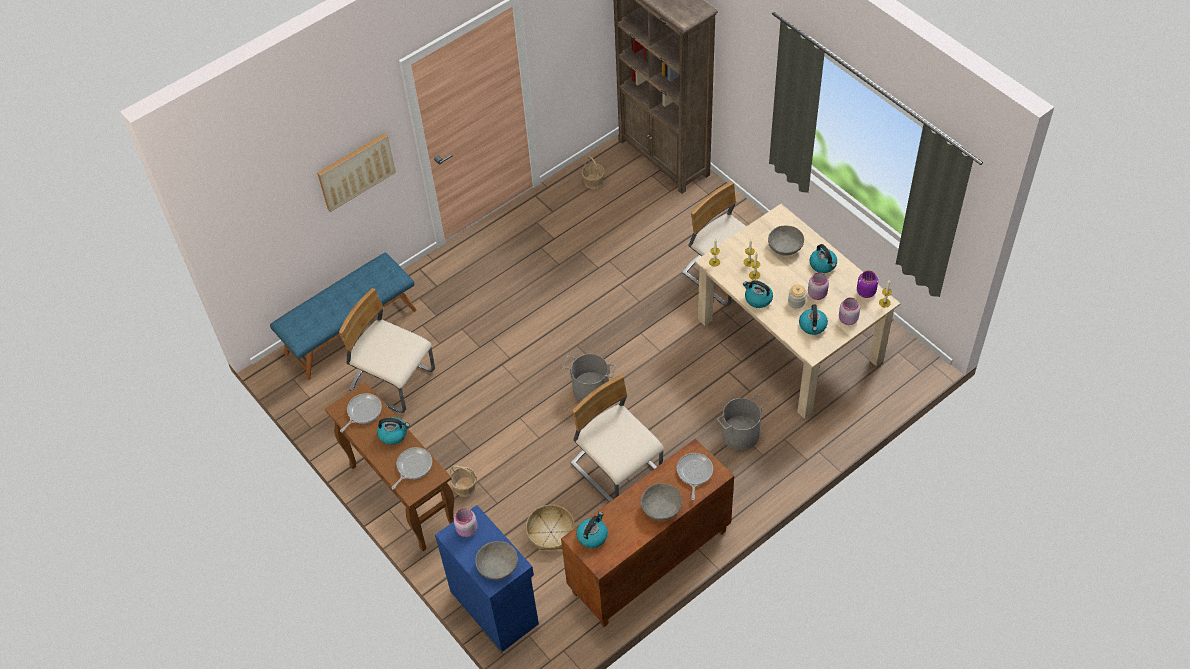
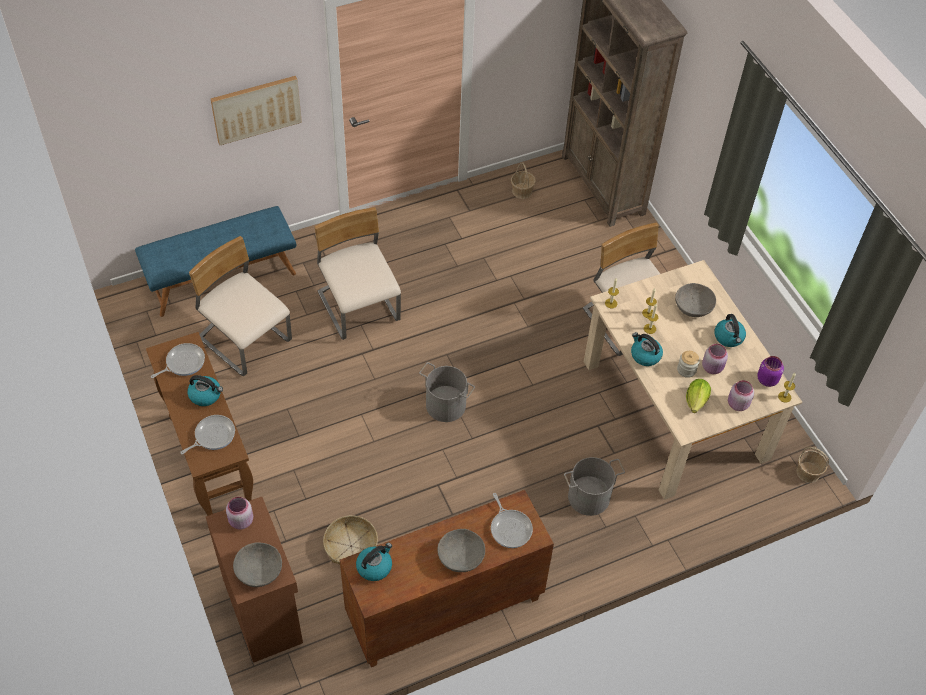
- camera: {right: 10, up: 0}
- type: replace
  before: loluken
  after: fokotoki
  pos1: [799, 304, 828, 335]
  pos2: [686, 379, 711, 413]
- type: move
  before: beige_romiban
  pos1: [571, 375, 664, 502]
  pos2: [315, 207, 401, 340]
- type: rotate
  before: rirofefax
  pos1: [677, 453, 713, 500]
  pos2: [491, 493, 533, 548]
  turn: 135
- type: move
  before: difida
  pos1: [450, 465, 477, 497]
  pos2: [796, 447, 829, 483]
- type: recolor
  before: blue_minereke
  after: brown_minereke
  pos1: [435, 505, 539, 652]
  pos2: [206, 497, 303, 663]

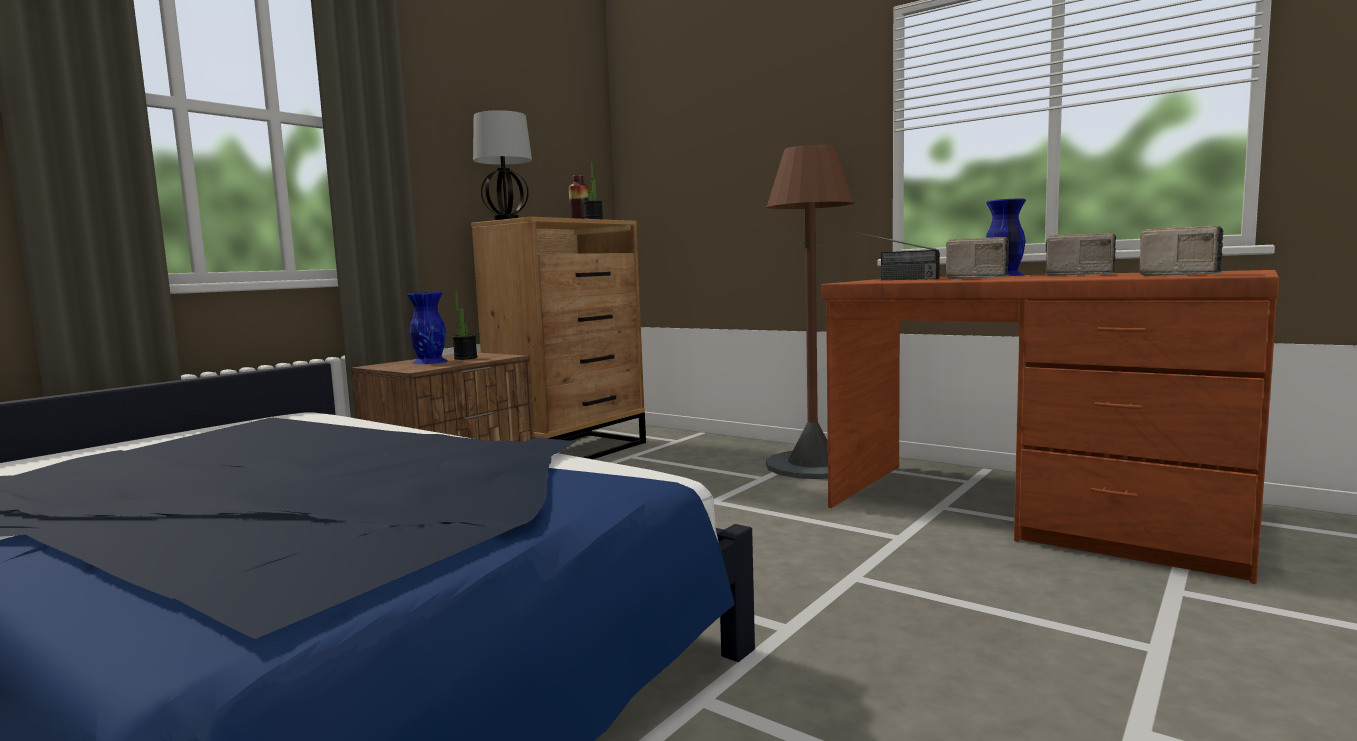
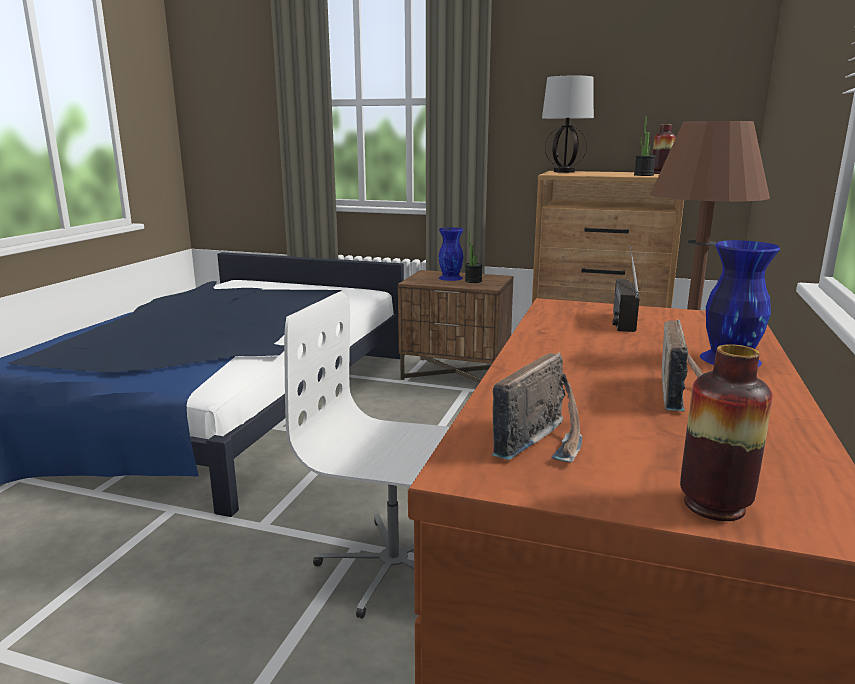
- camera: {right: 70, up: 10}
- type: delete
  before: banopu
  pos1: [946, 237, 1010, 279]
- type: insert
  after: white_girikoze
  pos2: [284, 292, 450, 619]
- type: insert
  after: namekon
  pos2: [680, 344, 773, 521]

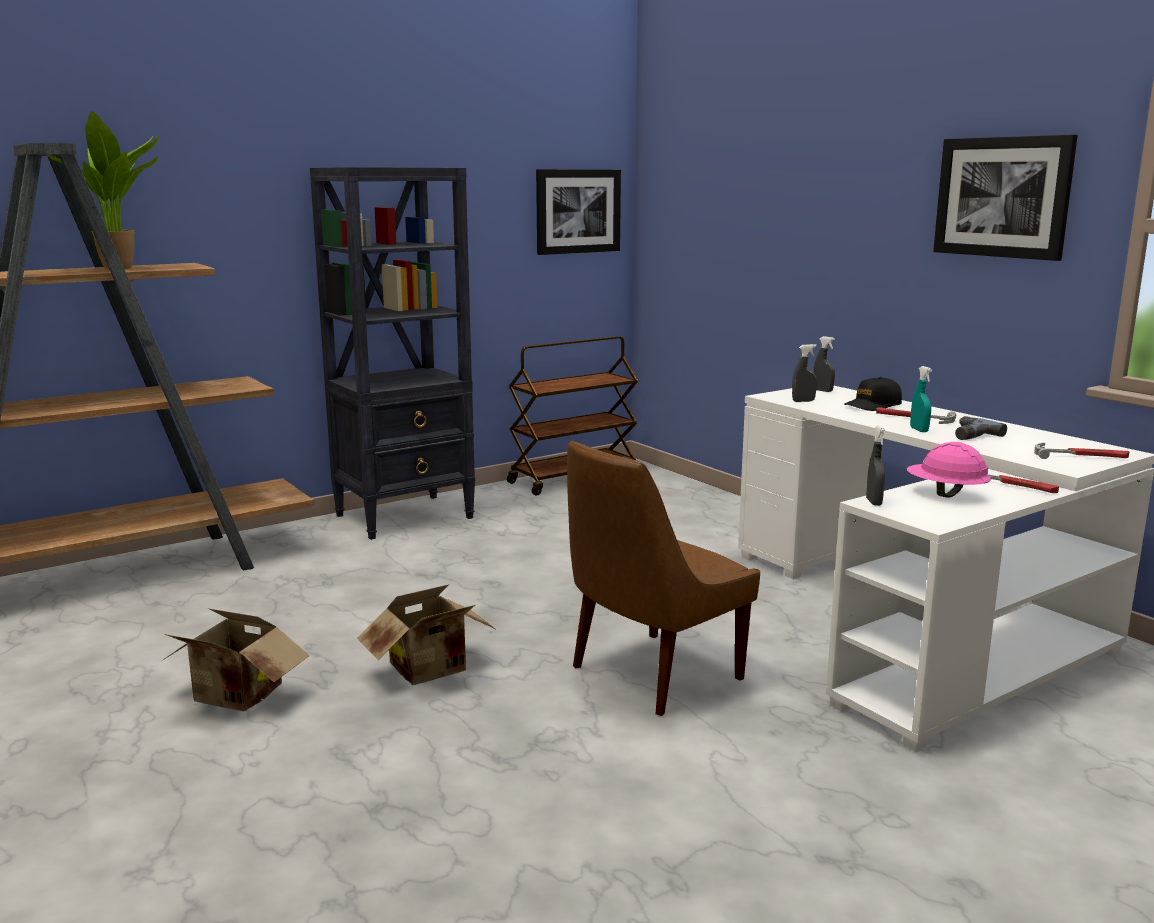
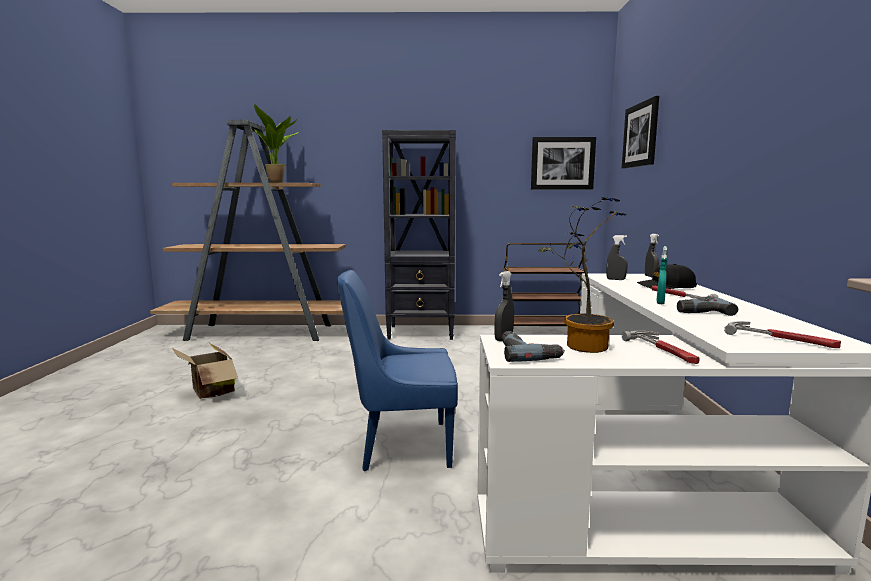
- camera: {right: 35, up: -5}
- type: move
  before: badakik
  pos1: [933, 135, 1078, 261]
  pos2: [622, 96, 659, 169]
- type: recolor
  before: brown_romiban
  after: blue_romiban
  pos1: [567, 441, 760, 716]
  pos2: [337, 270, 458, 471]
- type: replace
  before: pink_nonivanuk
  after: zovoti
  pos1: [907, 442, 991, 498]
  pos2: [538, 197, 626, 353]
- type: delete
  before: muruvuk
  pos1: [357, 584, 495, 685]
- type: insert
  after: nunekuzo
  pos2: [502, 331, 565, 362]

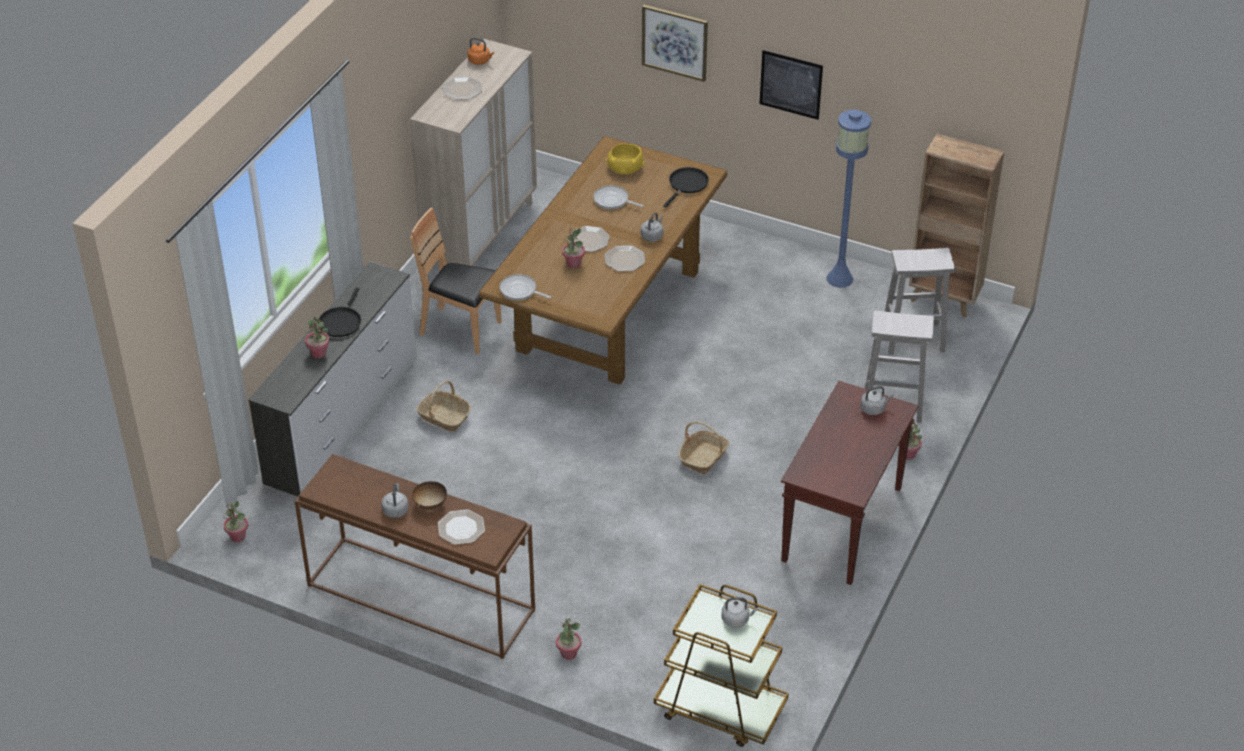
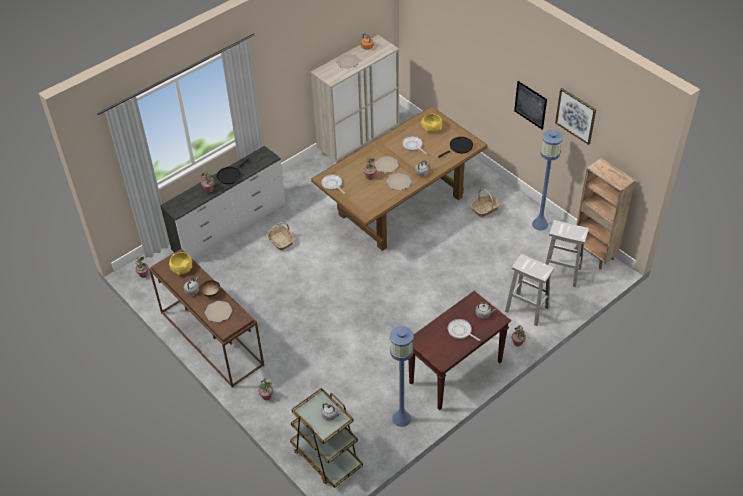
- camera: {right: 25, up: 5}
- type: move
  before: badakik
  pos1: [642, 5, 708, 82]
  pos2: [555, 88, 596, 145]
- type: delete
  before: brown_romiban
  pos1: [410, 208, 501, 354]
- type: move
  before: difida
  pos1: [678, 421, 729, 474]
  pos2: [471, 189, 501, 218]
- type: insert
  after: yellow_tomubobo
  pos2: [169, 252, 192, 275]
- type: insert
  after: rirofefax
  pos2: [448, 319, 480, 341]
- type: insert
  after: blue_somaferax
  pos2: [390, 326, 414, 427]

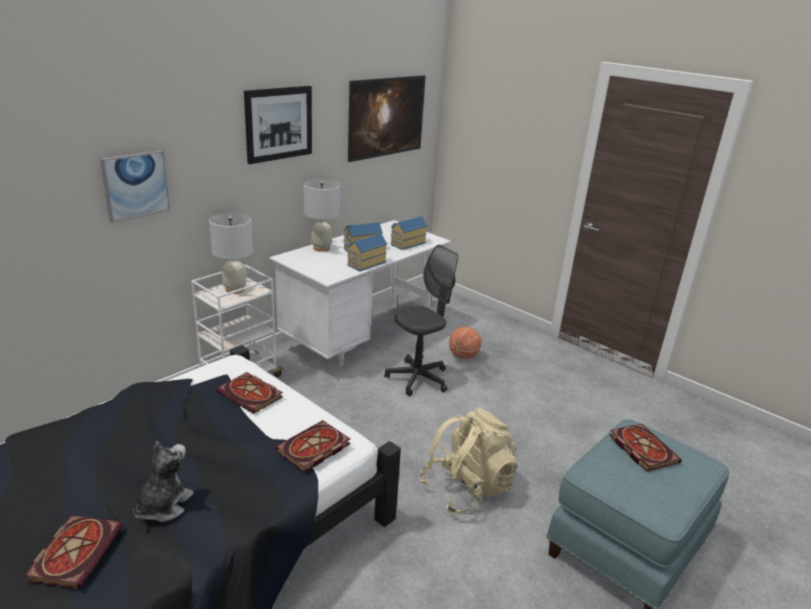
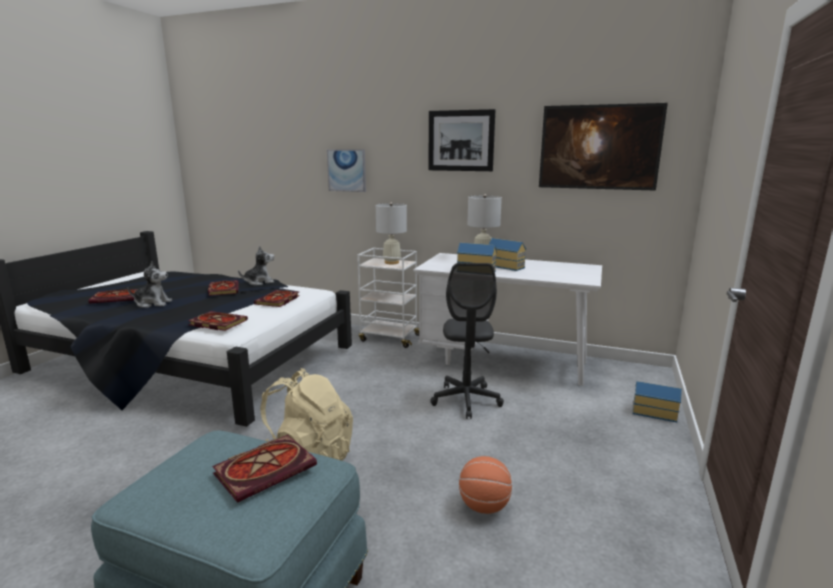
- camera: {right: 70, up: -10}
- type: move
  before: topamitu
  pos1: [390, 216, 427, 250]
  pos2: [632, 381, 682, 422]
- type: rotate
  before: grey_girikoze
  pos1: [384, 245, 458, 397]
  pos2: [430, 263, 504, 419]
  turn: 60
- type: move
  before: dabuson
  pos1: [449, 327, 481, 359]
  pos2: [459, 456, 512, 514]
- type: insert
  after: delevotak
  pos2: [238, 246, 274, 285]
- type: insert
  after: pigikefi
  pos2: [208, 280, 239, 296]

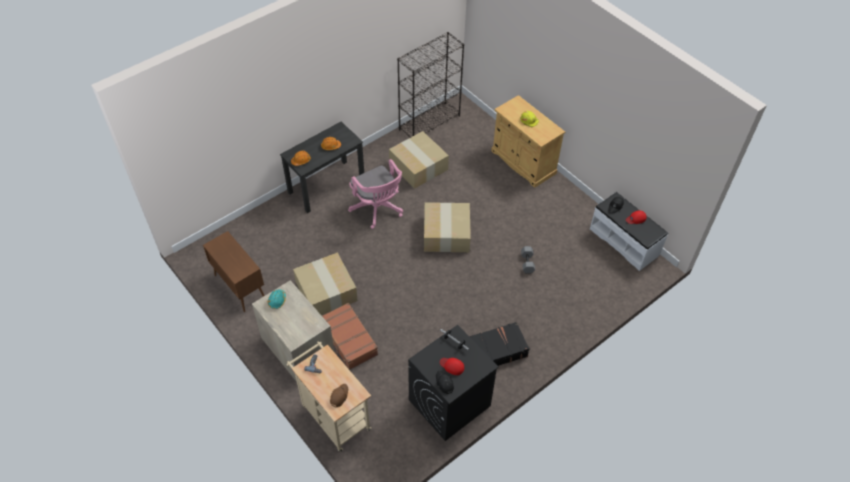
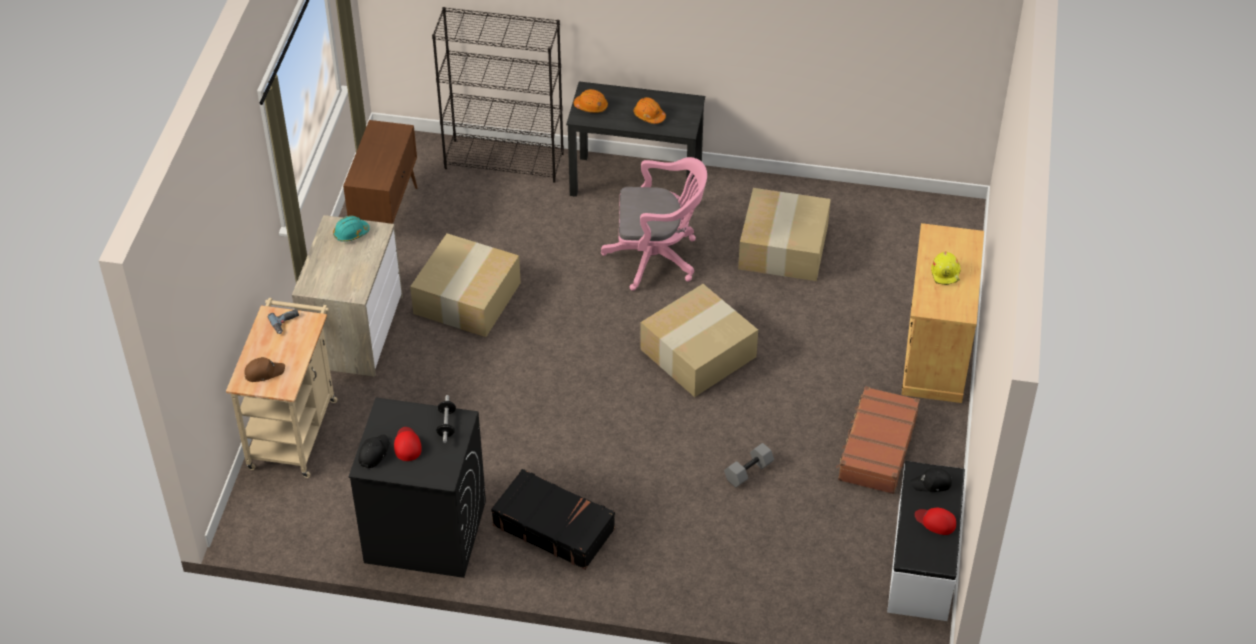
- camera: {right: 50, up: -5}
- type: move
  before: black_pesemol
  pos1: [397, 32, 464, 137]
  pos2: [432, 7, 564, 183]
- type: rotate
  before: pink_girikoze
  pos1: [348, 159, 403, 229]
  pos2: [601, 157, 707, 291]
  turn: -105
- type: move
  before: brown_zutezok
  pos1: [322, 303, 378, 370]
  pos2: [836, 386, 920, 494]

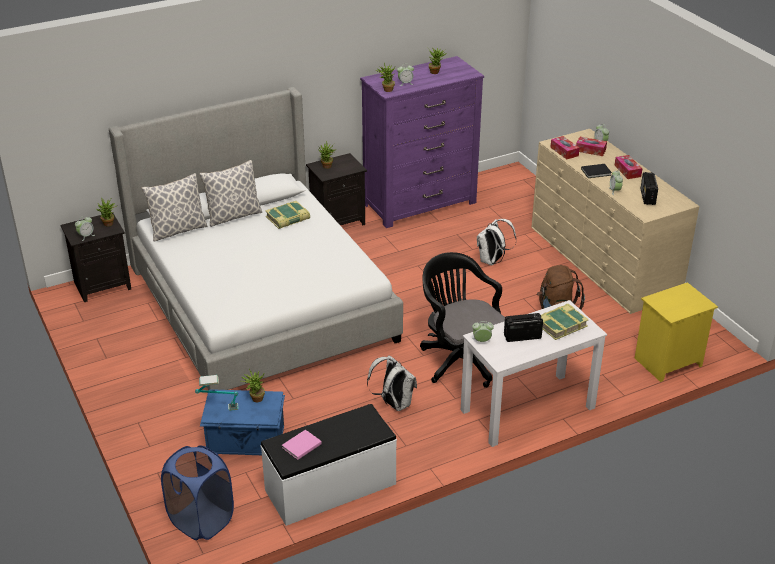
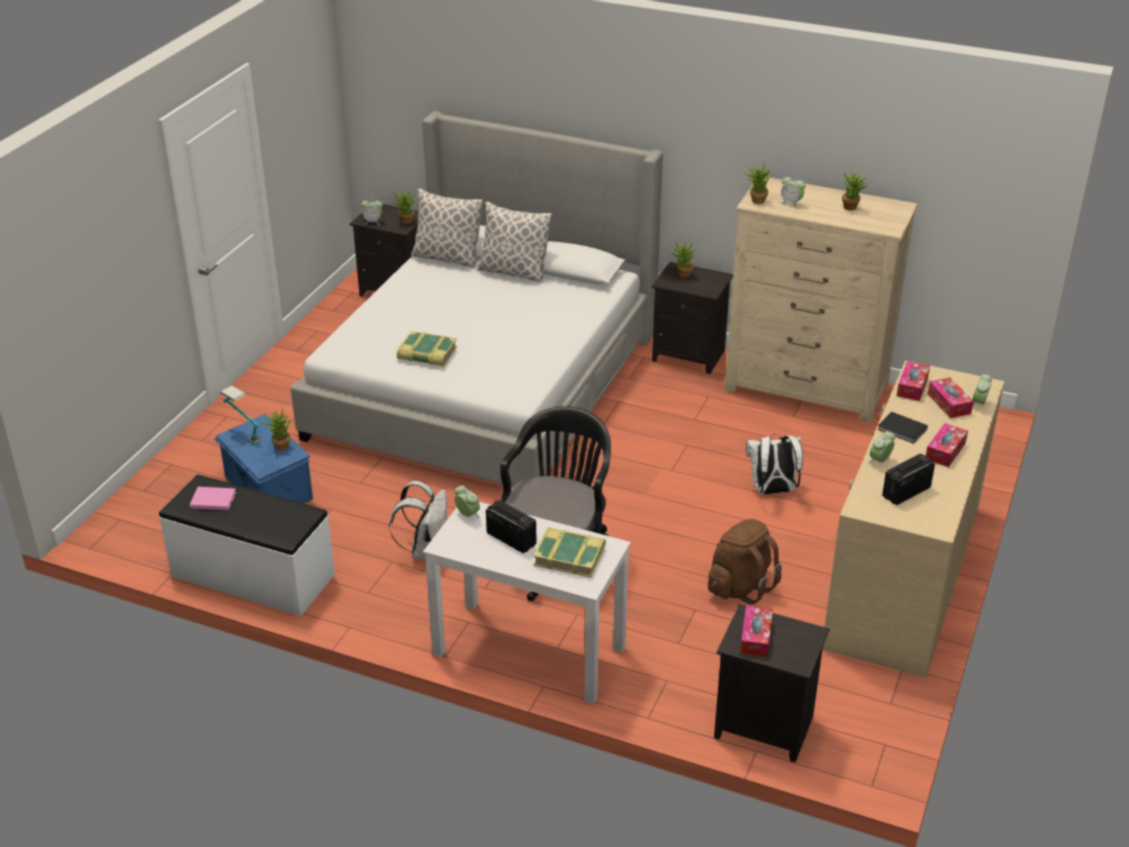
- camera: {right: 50, up: 0}
- type: recolor
  before: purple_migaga
  after: beige_migaga
  pos1: [360, 56, 484, 228]
  pos2: [725, 177, 918, 423]
- type: move
  before: pigikefi
  pos1: [265, 201, 310, 229]
  pos2: [397, 331, 457, 367]
- type: recolor
  before: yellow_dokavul
  after: black_dokavul
  pos1: [635, 282, 718, 382]
  pos2: [714, 604, 829, 763]
- type: delete
  before: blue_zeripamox
  pos1: [161, 445, 234, 540]
- type: insert
  after: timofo
  pos2: [740, 606, 773, 657]

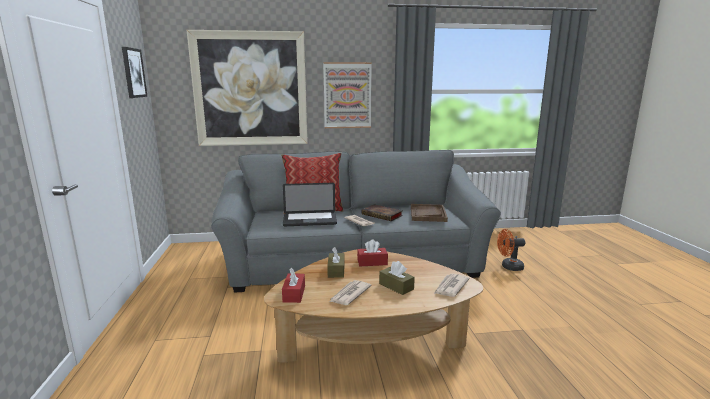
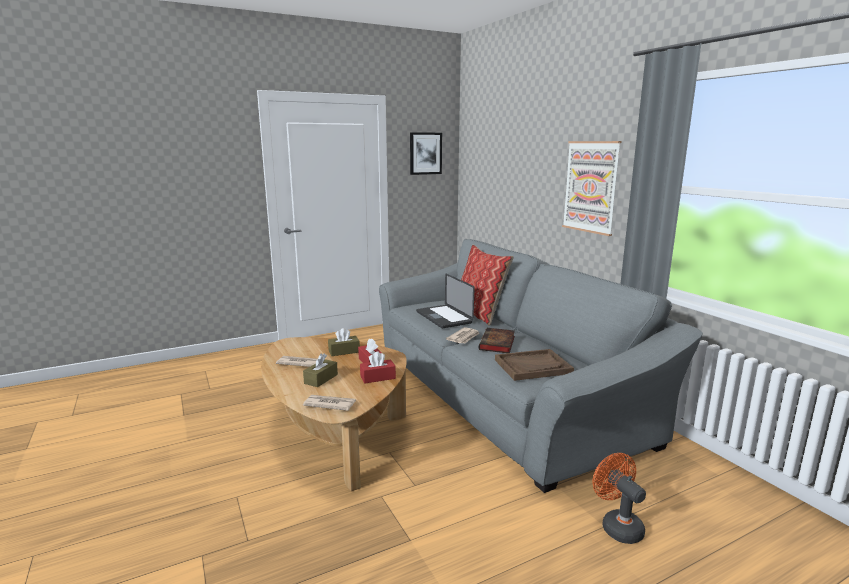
- camera: {right: 70, up: 0}
- type: delete
  before: badakik
  pos1: [187, 30, 308, 146]
- type: move
  before: red_timofo
  pos1: [282, 268, 305, 303]
  pos2: [360, 351, 396, 384]

